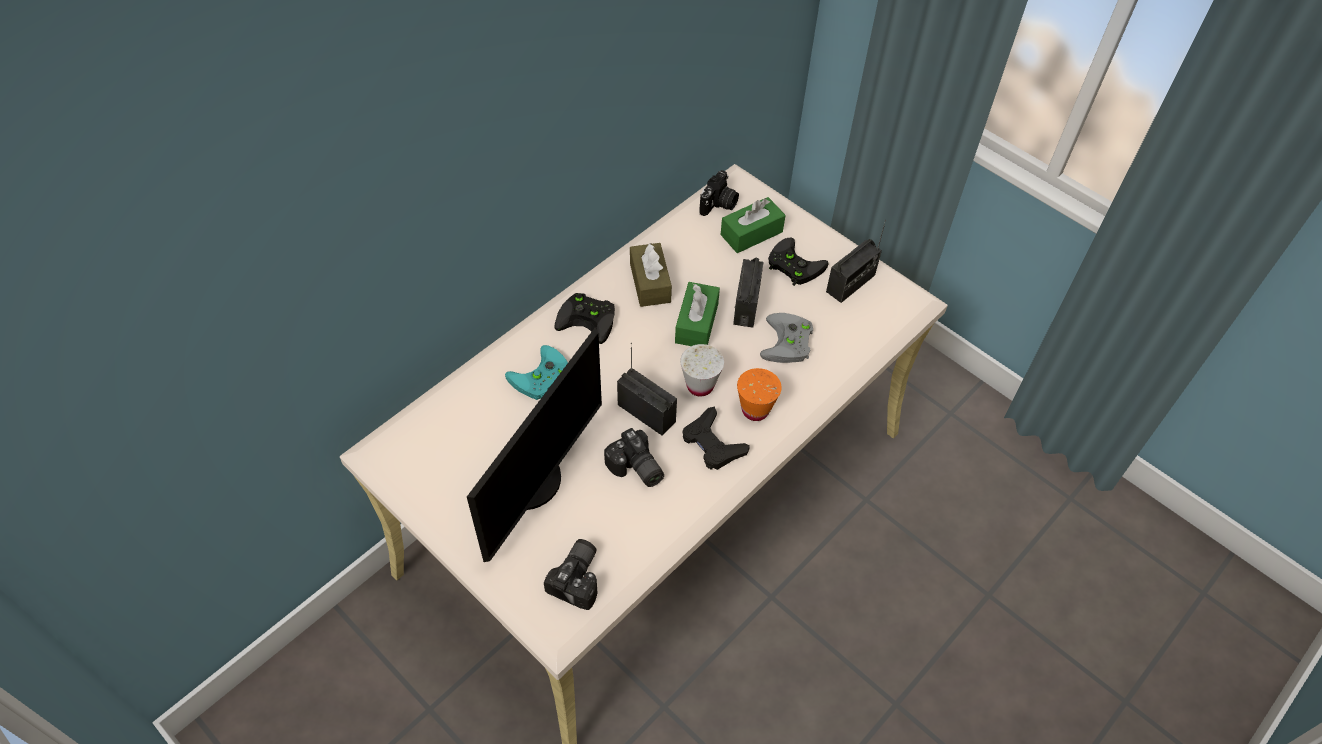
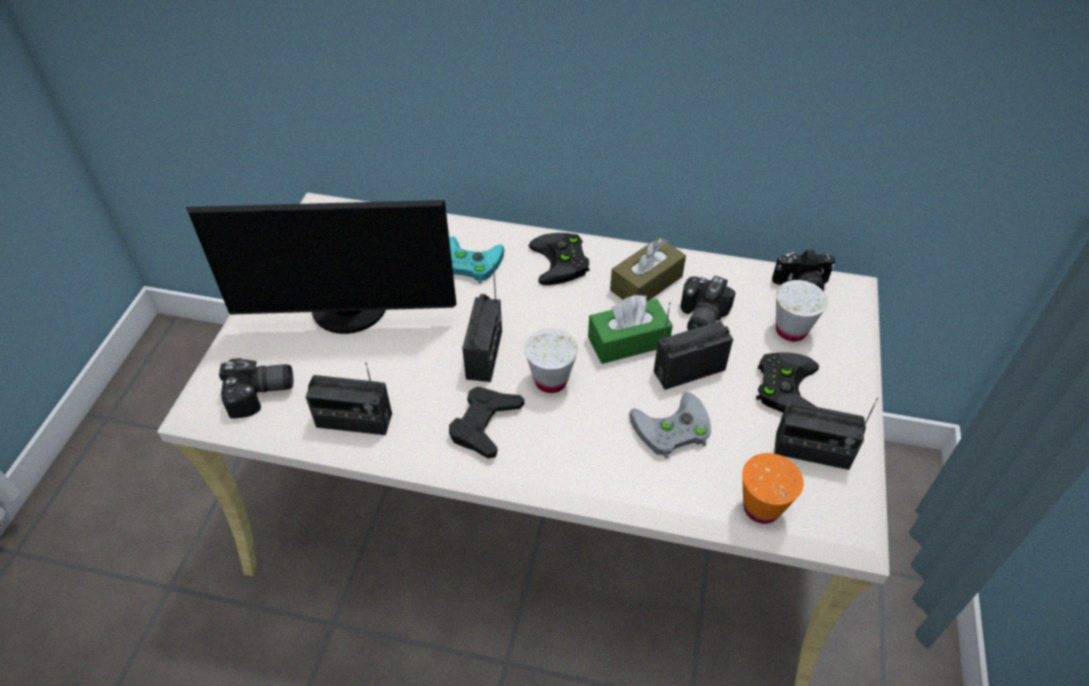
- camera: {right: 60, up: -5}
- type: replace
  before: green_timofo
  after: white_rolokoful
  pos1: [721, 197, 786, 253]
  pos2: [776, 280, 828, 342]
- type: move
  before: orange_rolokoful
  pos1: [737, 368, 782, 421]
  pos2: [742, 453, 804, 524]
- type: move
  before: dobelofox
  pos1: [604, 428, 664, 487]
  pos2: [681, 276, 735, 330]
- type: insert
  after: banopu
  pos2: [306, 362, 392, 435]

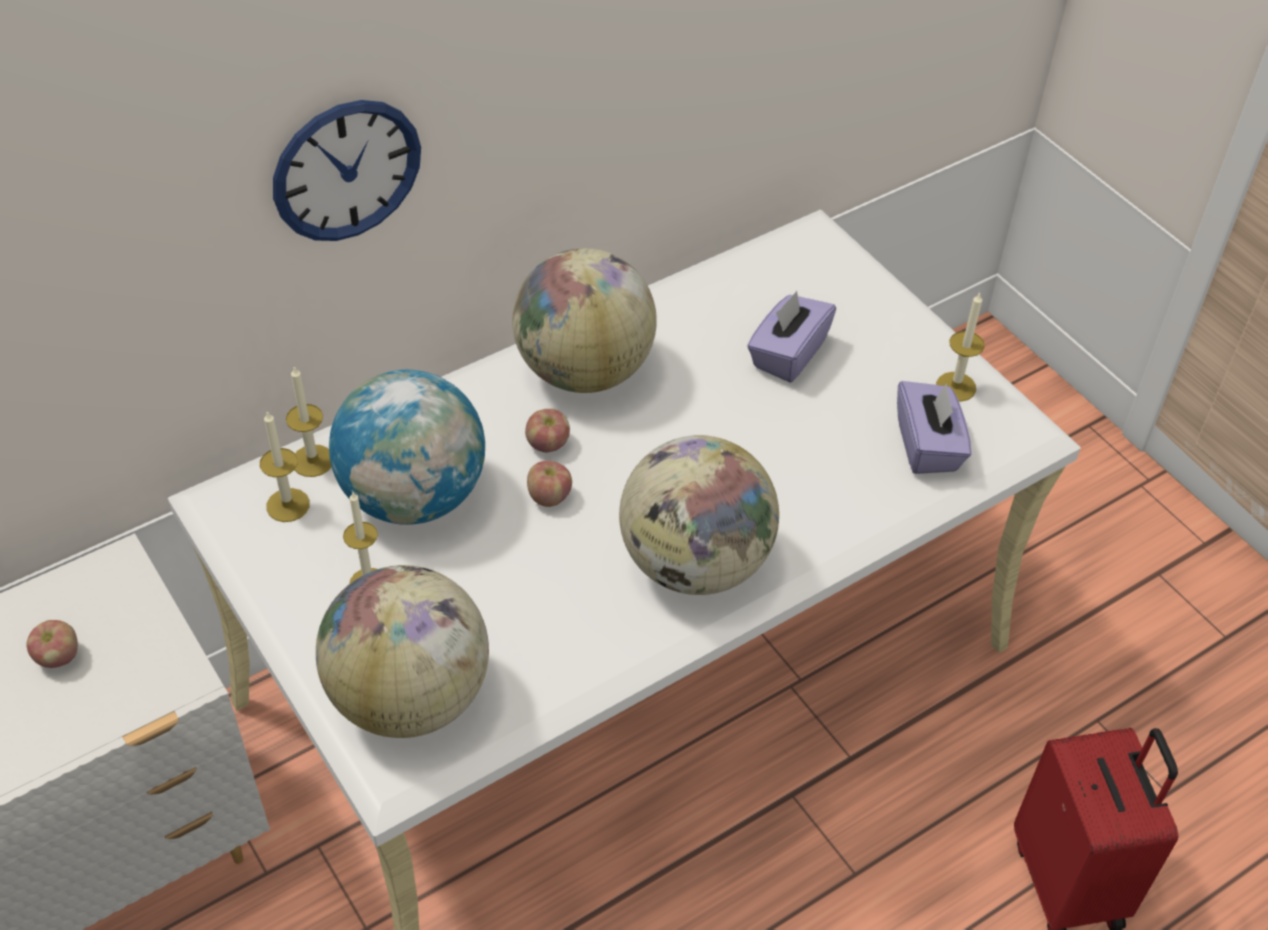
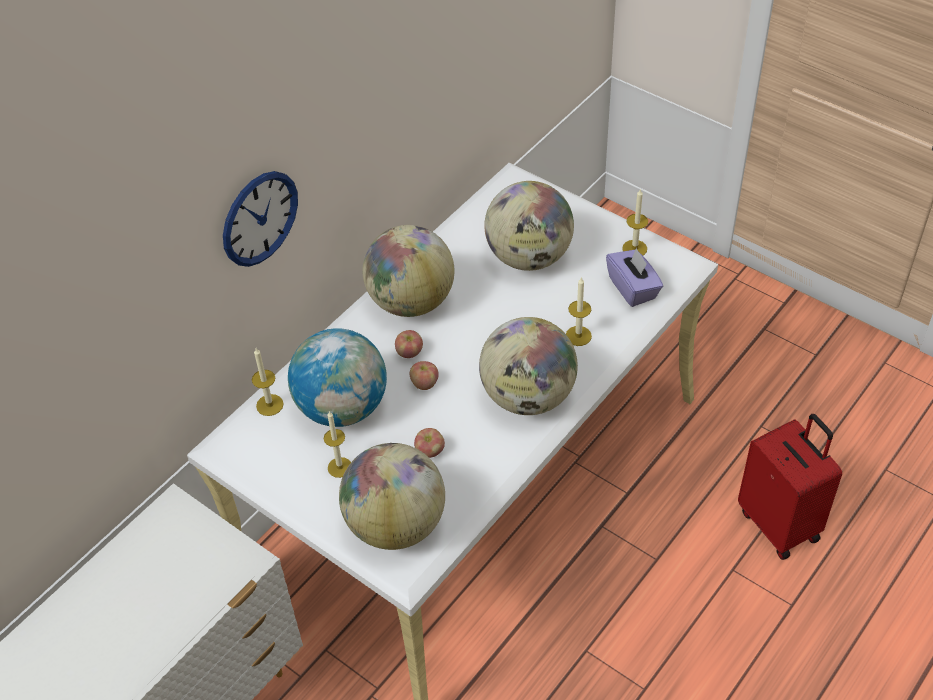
- camera: {right: -15, up: 0}
- type: replace
  before: purple_timofo
  after: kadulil
  pos1: [747, 291, 836, 383]
  pos2: [484, 181, 574, 271]
- type: move
  before: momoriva
  pos1: [260, 411, 310, 522]
  pos2: [566, 277, 592, 346]
- type: move
  before: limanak
  pos1: [26, 620, 78, 668]
  pos2: [414, 428, 445, 458]

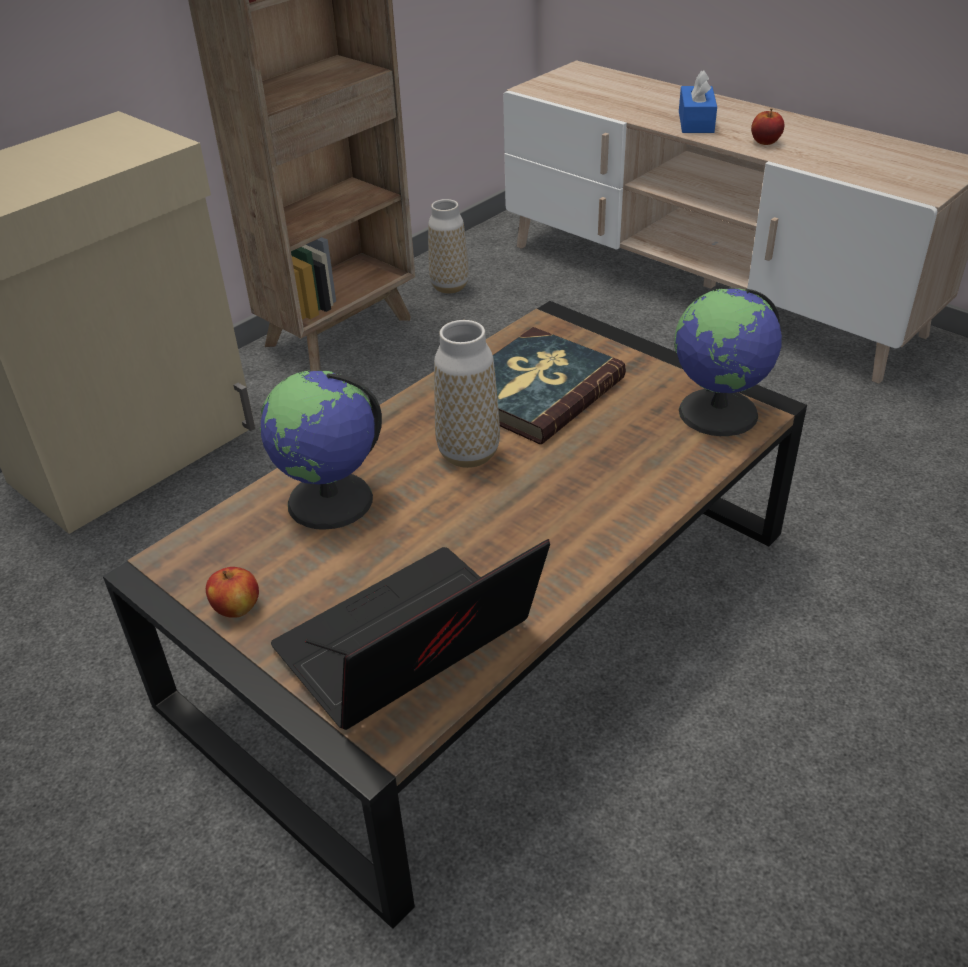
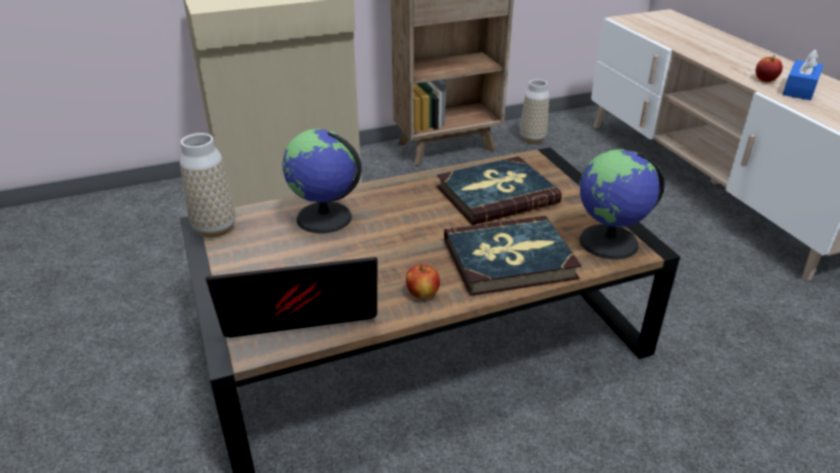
- camera: {right: 25, up: -5}
- type: move
  before: blue_timofo
  pos1: [679, 70, 717, 133]
  pos2: [783, 49, 823, 100]
- type: move
  before: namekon
  pos1: [434, 320, 500, 468]
  pos2: [180, 133, 235, 238]
- type: move
  before: limanak
  pos1: [206, 567, 259, 618]
  pos2: [406, 265, 440, 299]
- type: insert
  after: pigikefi
  pos2: [444, 216, 582, 296]

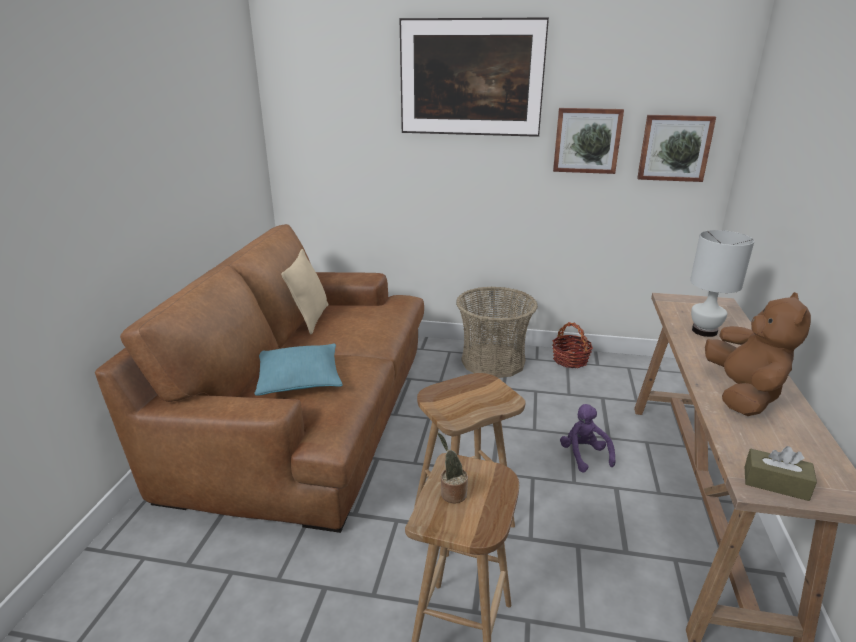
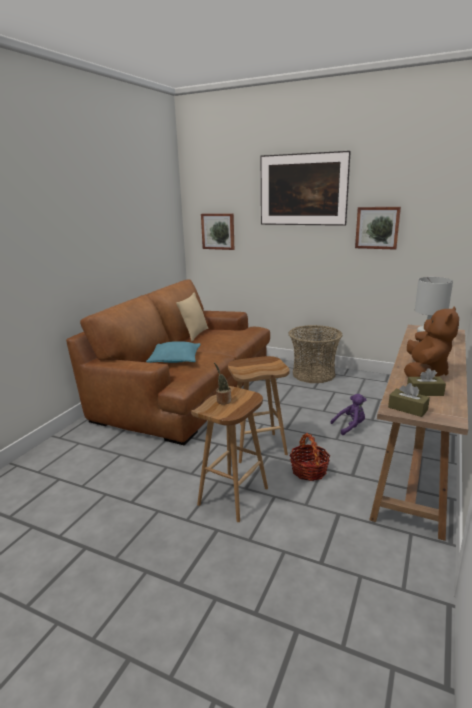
- camera: {right: 15, up: -5}
- type: move
  before: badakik
  pos1: [637, 115, 716, 182]
  pos2: [201, 213, 234, 250]
- type: move
  before: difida
  pos1: [552, 322, 593, 368]
  pos2: [289, 433, 330, 481]
- type: rotate
  before: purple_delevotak
  pos1: [560, 404, 615, 473]
  pos2: [330, 394, 366, 435]
  turn: 75
- type: insert
  after: brown_timofo
  pos2: [407, 368, 446, 396]

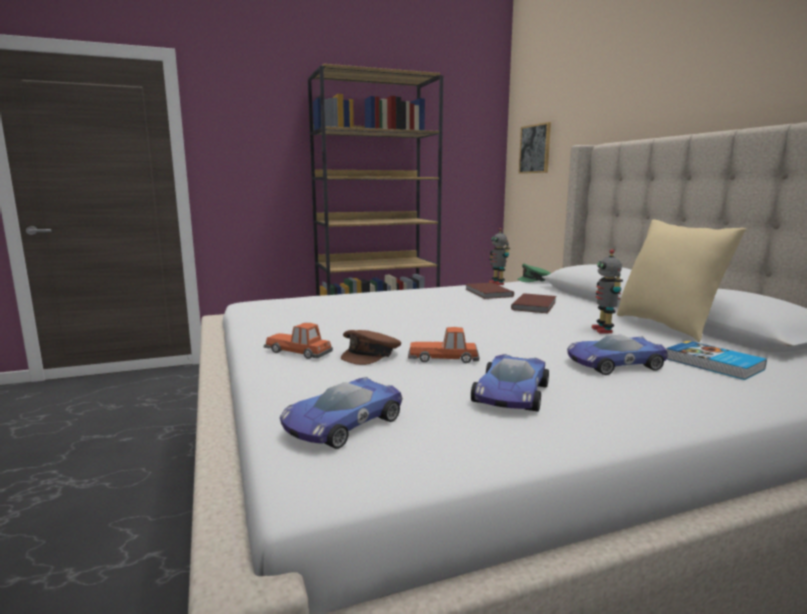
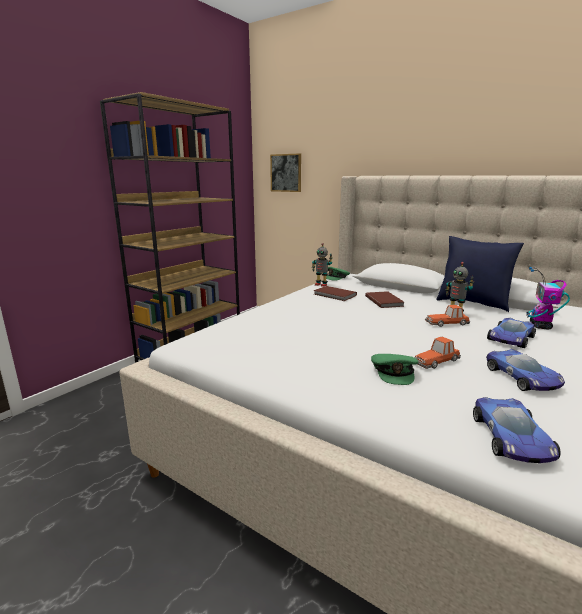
- camera: {right: -35, up: 5}
- type: recolor
  before: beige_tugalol
  after: blue_tugalol
  pos1: [617, 219, 746, 342]
  pos2: [436, 236, 524, 312]
- type: move
  before: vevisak
  pos1: [263, 323, 333, 359]
  pos2: [425, 305, 470, 327]
- type: recolor
  before: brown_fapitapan
  after: green_fapitapan
  pos1: [341, 330, 401, 365]
  pos2: [371, 354, 418, 385]
- type: replace
  before: pigikefi
  after: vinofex
  pos1: [666, 341, 767, 380]
  pos2: [526, 267, 570, 329]

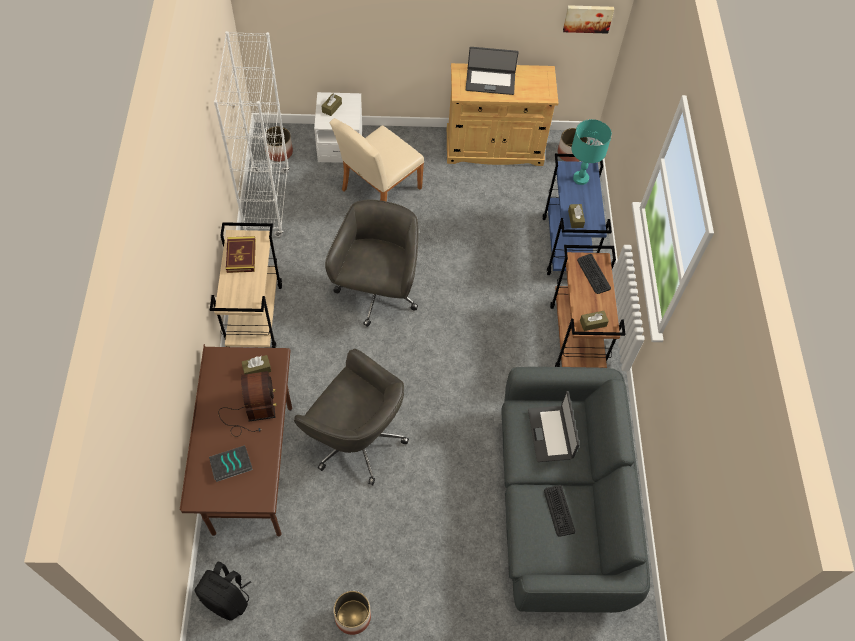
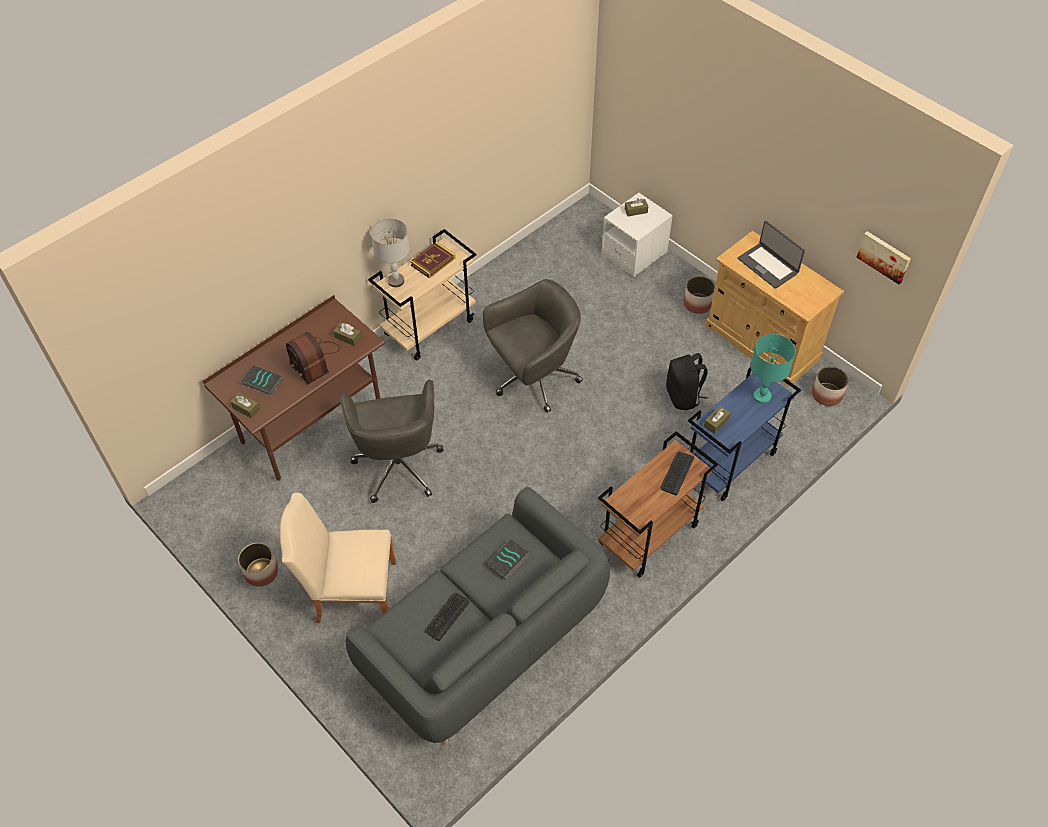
- camera: {right: 50, up: -5}
- type: delete
  before: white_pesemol
  pos1: [214, 31, 290, 237]
- type: move
  before: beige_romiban
  pos1: [330, 118, 424, 202]
  pos2: [280, 493, 396, 623]
- type: move
  before: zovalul
  pos1: [265, 126, 293, 162]
  pos2: [683, 276, 715, 314]
- type: move
  before: brown_timofo
  pos1: [580, 311, 609, 331]
  pos2: [230, 392, 260, 418]
- type: rotate
  before: banopu
  pos1: [218, 371, 277, 437]
  pos2: [286, 332, 340, 384]
  turn: 105
- type: replace
  before: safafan
  after: pigikefi
  pos1: [528, 391, 580, 462]
  pos2: [487, 539, 529, 580]
- type: move
  before: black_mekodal
  pos1: [195, 562, 251, 620]
  pos2: [666, 353, 708, 410]
- type: insert
  after: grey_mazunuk
  pos2: [371, 218, 410, 287]

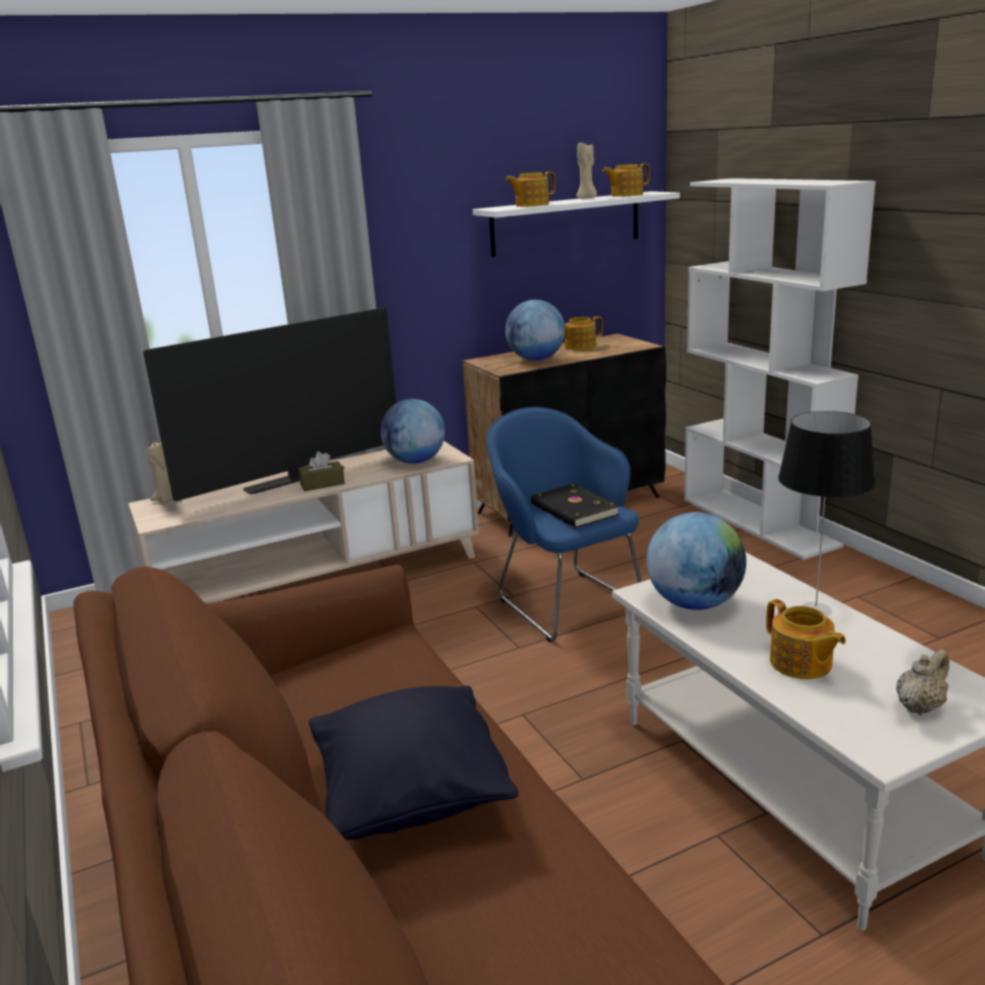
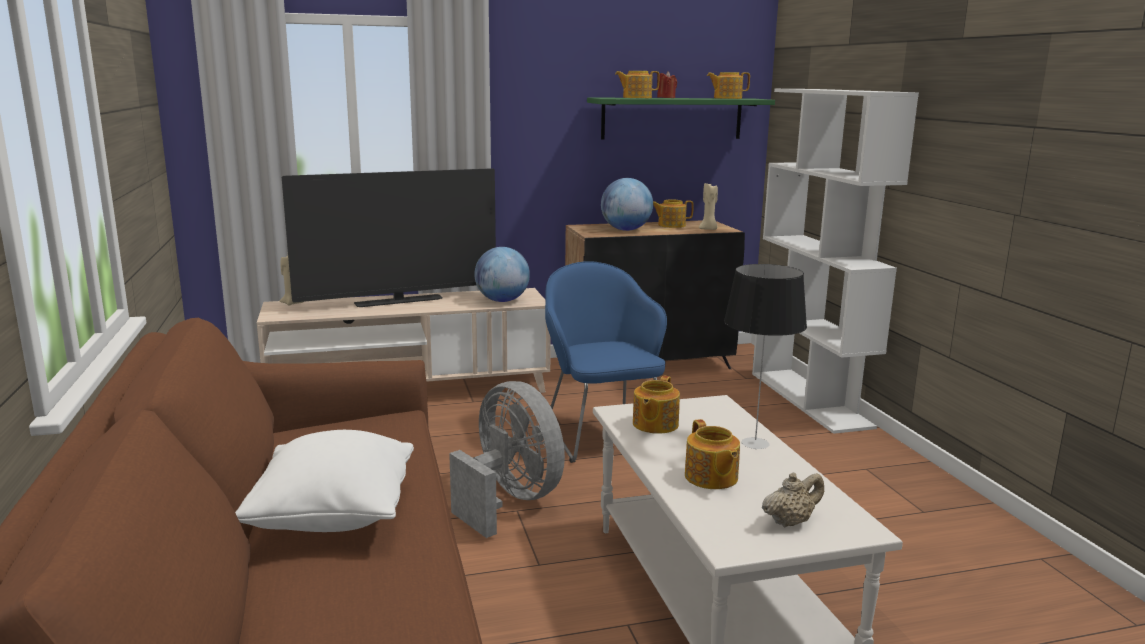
- camera: {right: 10, up: -5}
- type: move
  before: beige_momoriva
  pos1: [576, 142, 597, 198]
  pos2: [699, 183, 718, 230]
- type: recolor
  before: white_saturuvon
  after: green_saturuvon
  pos1: [473, 191, 680, 257]
  pos2: [587, 97, 775, 140]
- type: delete
  before: brown_timofo
  pos1: [298, 451, 345, 491]
- type: delete
  before: black_pigikefi
  pos1: [531, 484, 620, 528]
- type: replace
  before: kadulil
  after: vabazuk
  pos1: [646, 512, 746, 610]
  pos2: [633, 376, 680, 434]
- type: recolor
  before: black_tugalol
  after: white_tugalol
  pos1: [309, 686, 519, 840]
  pos2: [235, 430, 414, 532]
- type: insert
  after: red_momoriva
  pos2: [657, 71, 677, 98]
- type: insert
  after: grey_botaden
  pos2: [449, 381, 565, 538]

